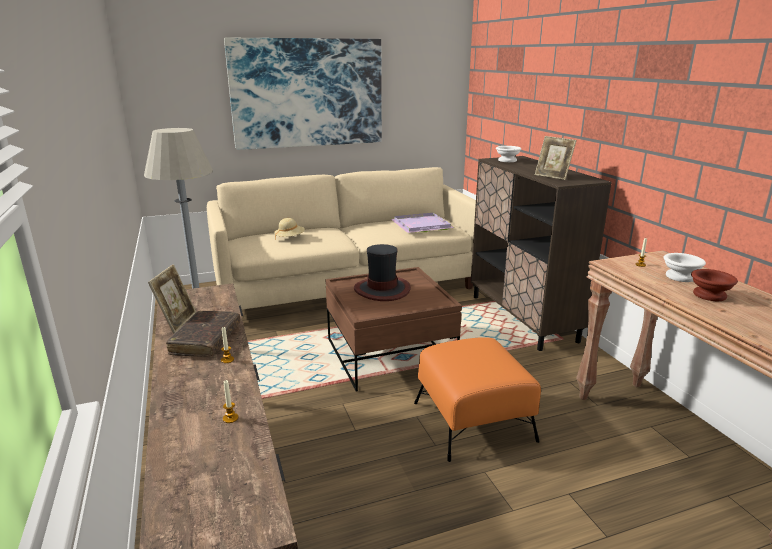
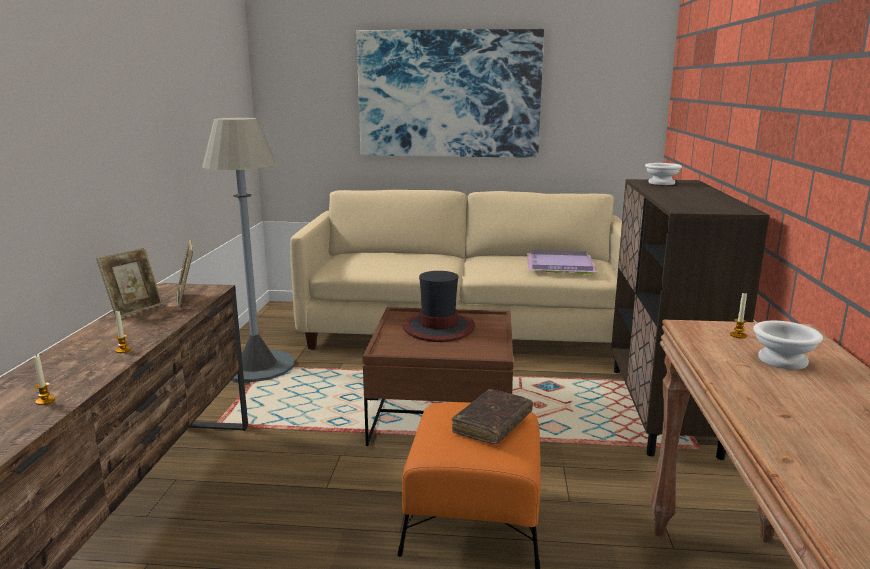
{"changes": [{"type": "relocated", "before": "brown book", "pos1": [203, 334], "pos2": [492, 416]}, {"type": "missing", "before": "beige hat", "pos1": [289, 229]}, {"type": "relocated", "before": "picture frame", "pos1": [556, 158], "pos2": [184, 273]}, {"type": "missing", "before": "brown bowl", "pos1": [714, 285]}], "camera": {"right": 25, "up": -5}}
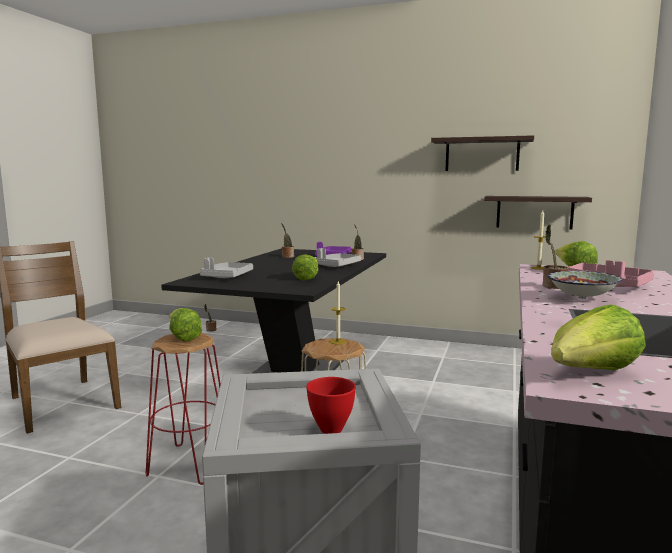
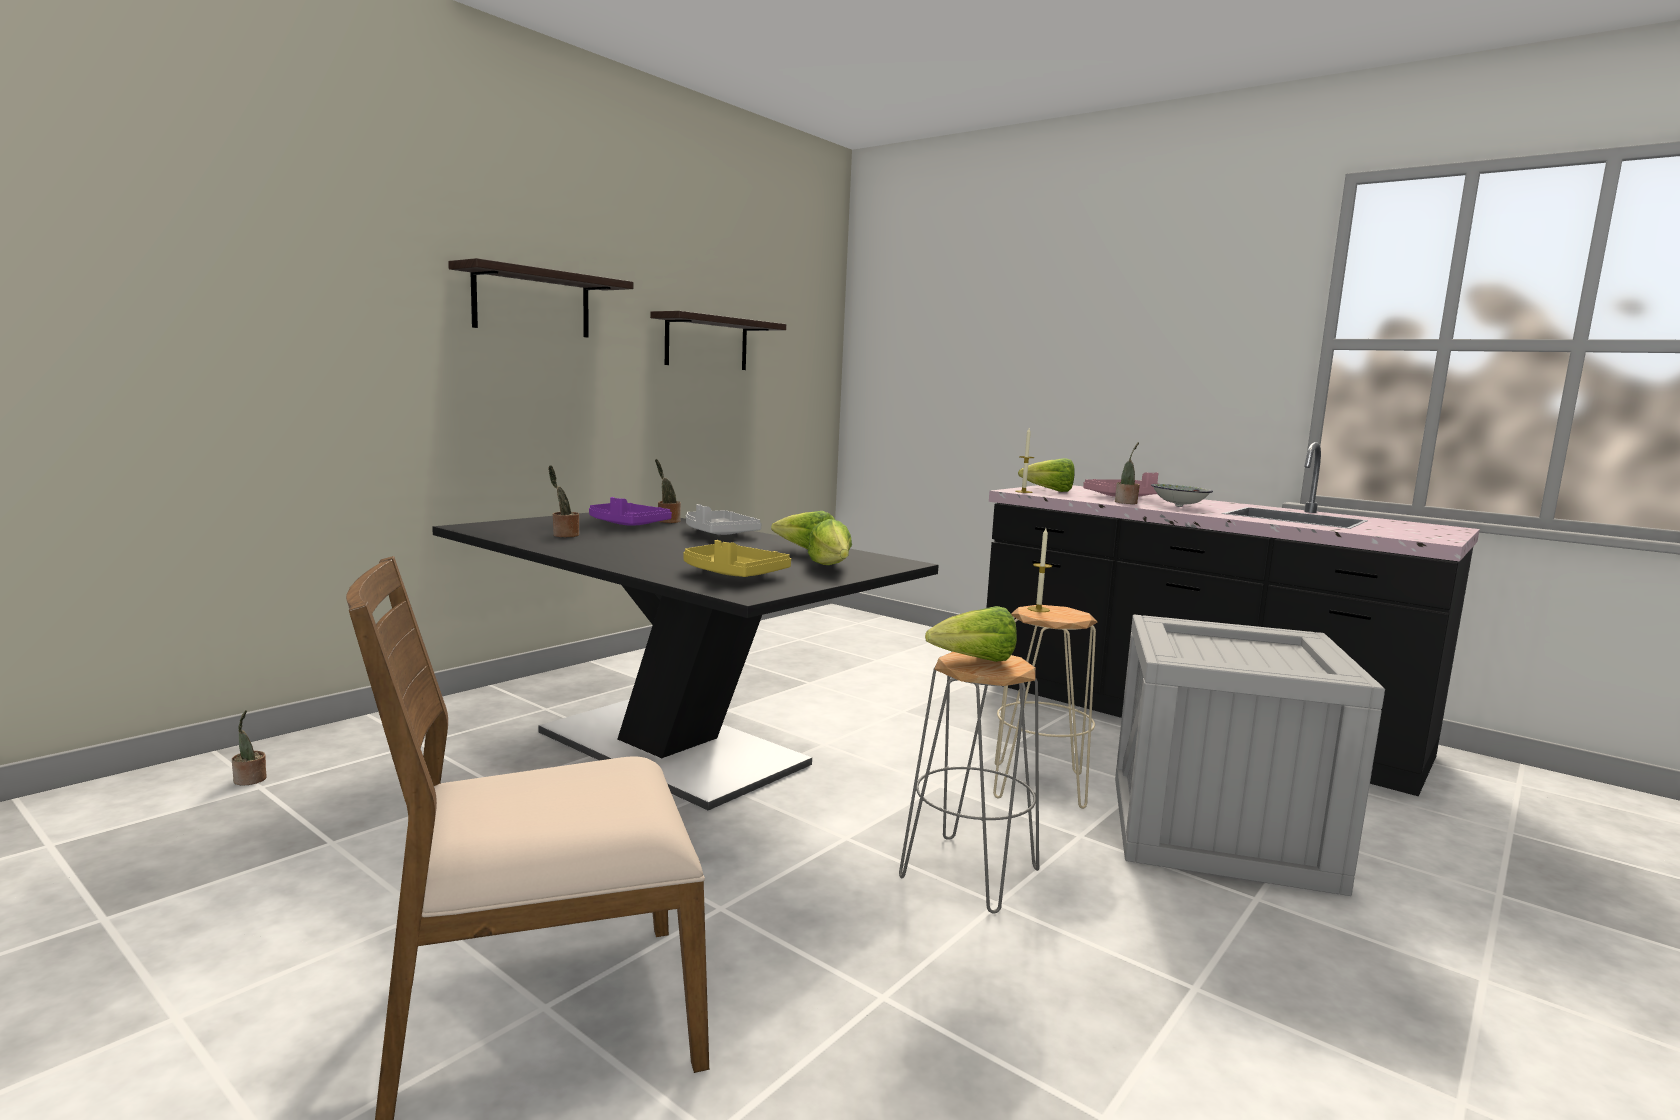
{"changes": [{"type": "colour", "before": "red stool", "after": "grey stool", "pos1": [183, 409], "pos2": [969, 783]}, {"type": "colour", "before": "grey tray", "after": "yellow tray", "pos1": [226, 267], "pos2": [737, 558]}, {"type": "missing", "before": "red bowl", "pos1": [331, 405]}, {"type": "relocated", "before": "shelf", "pos1": [538, 212], "pos2": [540, 298]}, {"type": "relocated", "before": "lettuce", "pos1": [598, 337], "pos2": [830, 542]}], "camera": {"right": -70, "up": 0}}
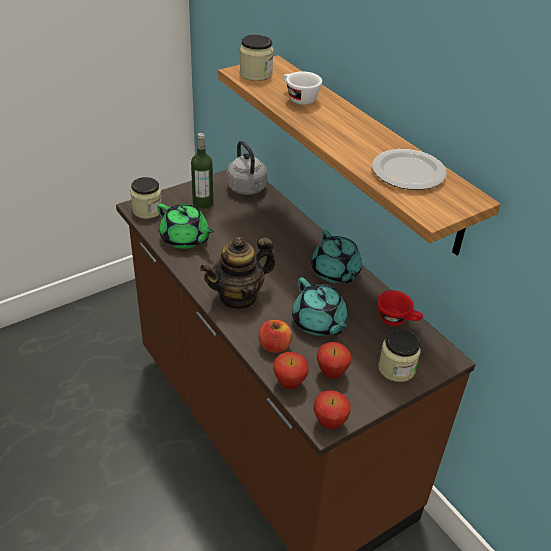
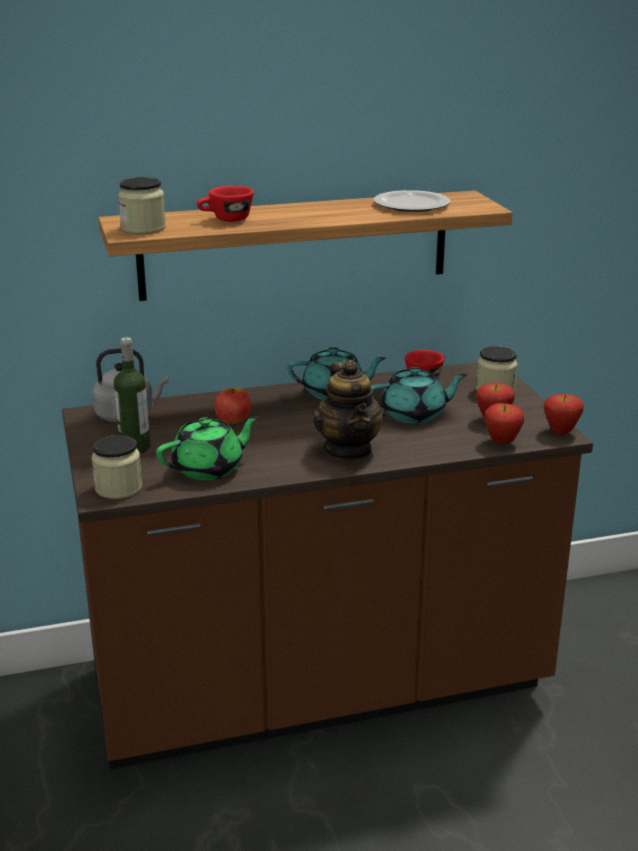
{"changes": [{"type": "relocated", "before": "apple", "pos1": [275, 336], "pos2": [233, 405]}, {"type": "colour", "before": "white cup", "after": "red cup", "pos1": [302, 88], "pos2": [225, 204]}], "camera": {"right": -70, "up": -15}}
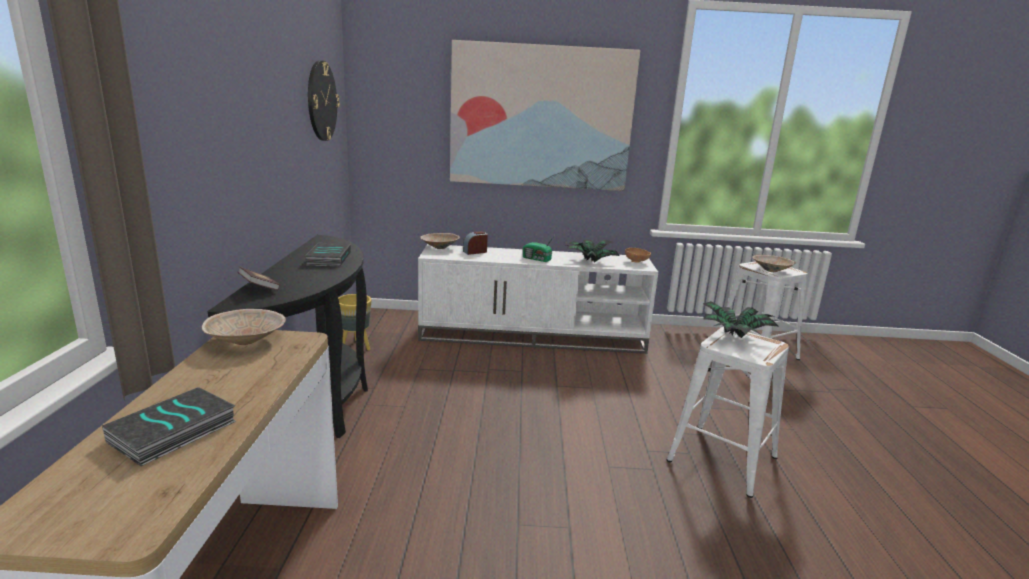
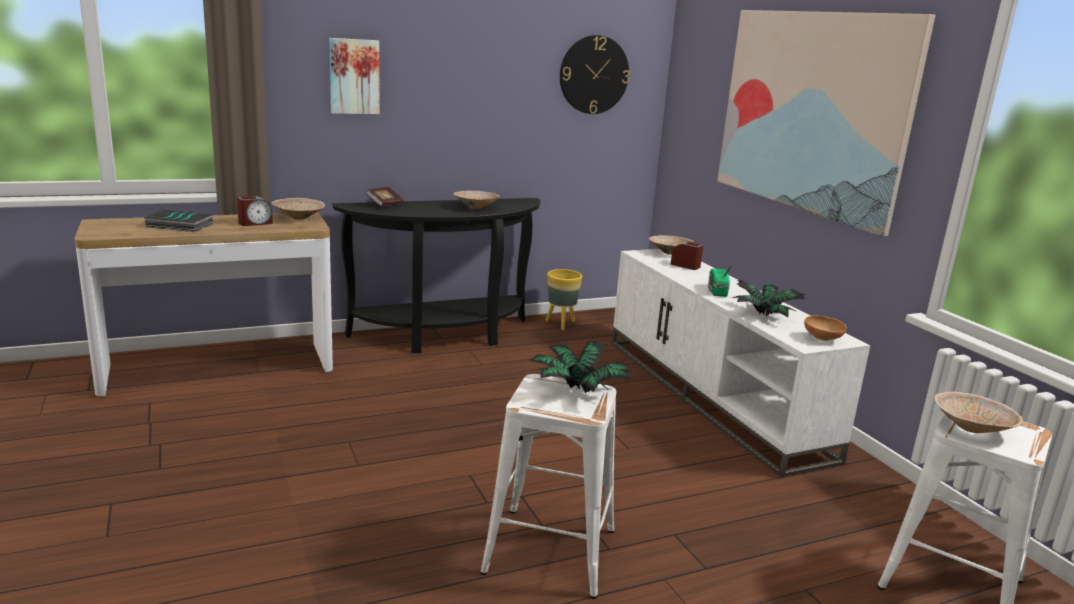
{"changes": [{"type": "exchanged", "before": "book", "after": "beige bowl", "pos1": [328, 255], "pos2": [476, 200]}, {"type": "appeared", "after": "alarm clock", "pos2": [255, 210]}, {"type": "appeared", "after": "picture", "pos2": [354, 76]}], "camera": {"right": 65, "up": 0}}
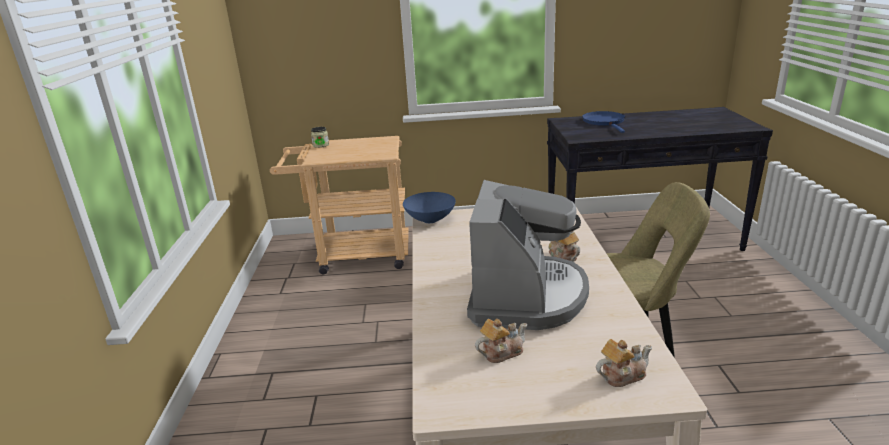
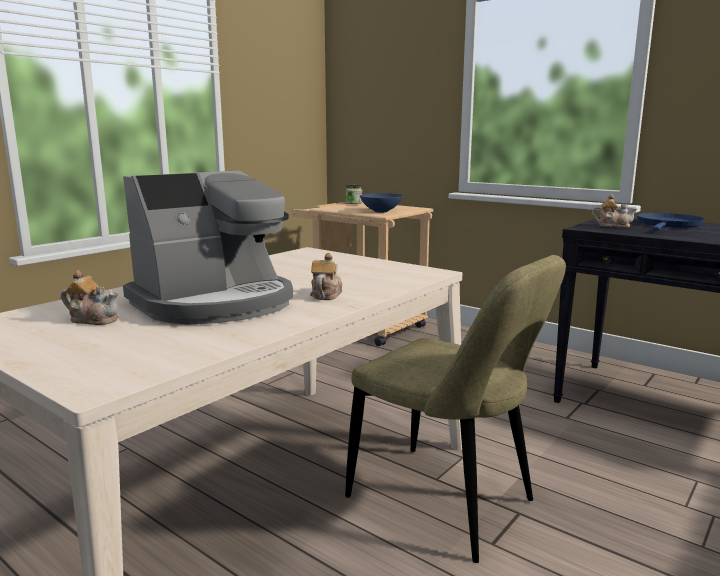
{"changes": [{"type": "relocated", "before": "blue bowl", "pos1": [429, 207], "pos2": [381, 203]}, {"type": "relocated", "before": "teapot", "pos1": [624, 363], "pos2": [614, 211]}], "camera": {"right": 40, "up": -10}}
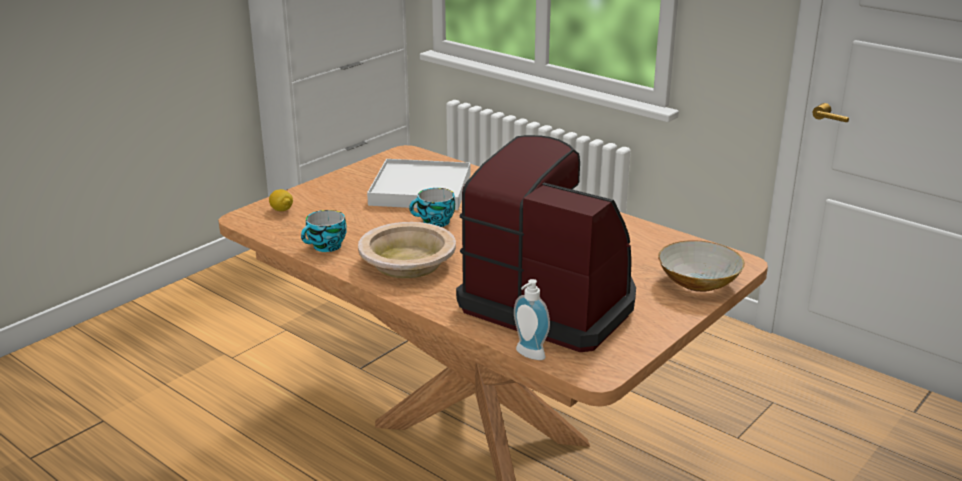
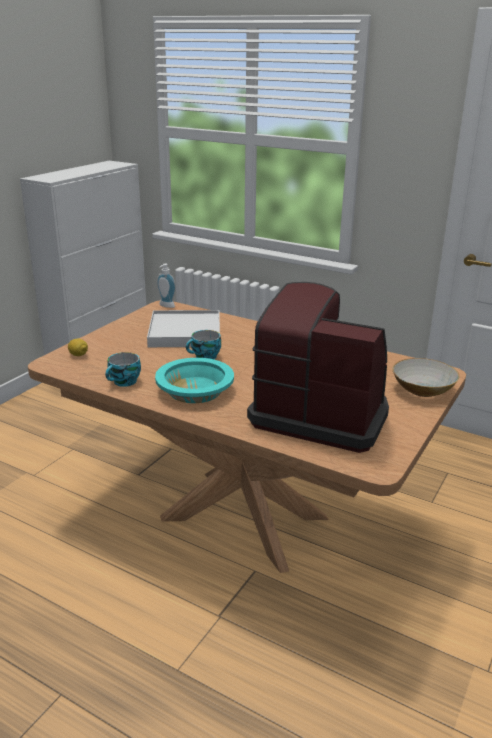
{"changes": [{"type": "colour", "before": "beige bowl", "after": "turquoise bowl", "pos1": [407, 250], "pos2": [194, 380]}, {"type": "relocated", "before": "soap dispenser", "pos1": [532, 319], "pos2": [166, 286]}], "camera": {"right": -10, "up": 0}}
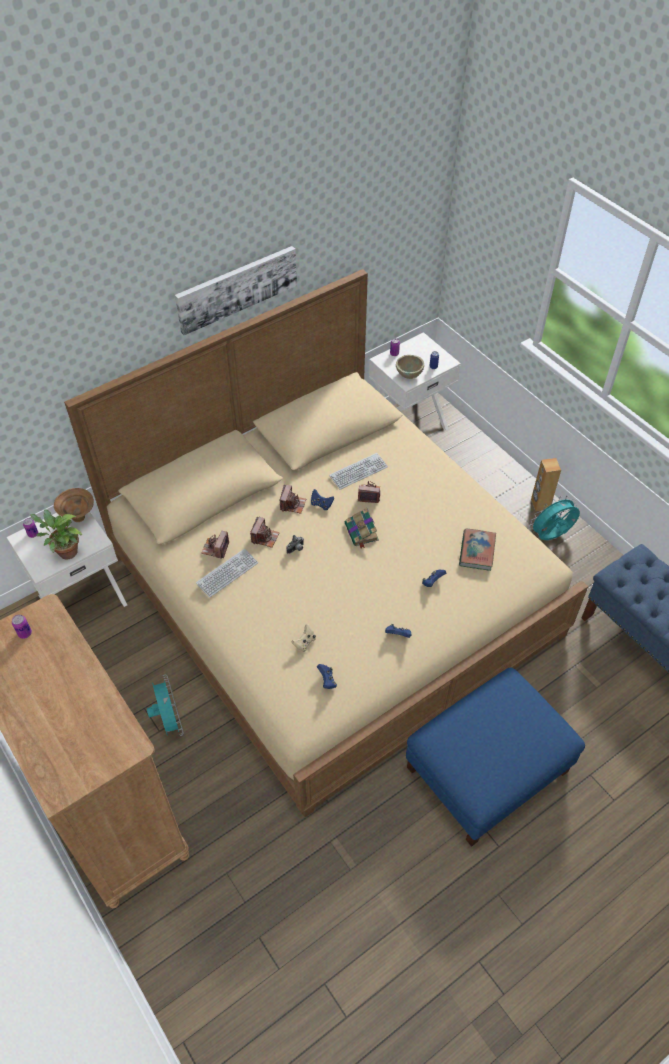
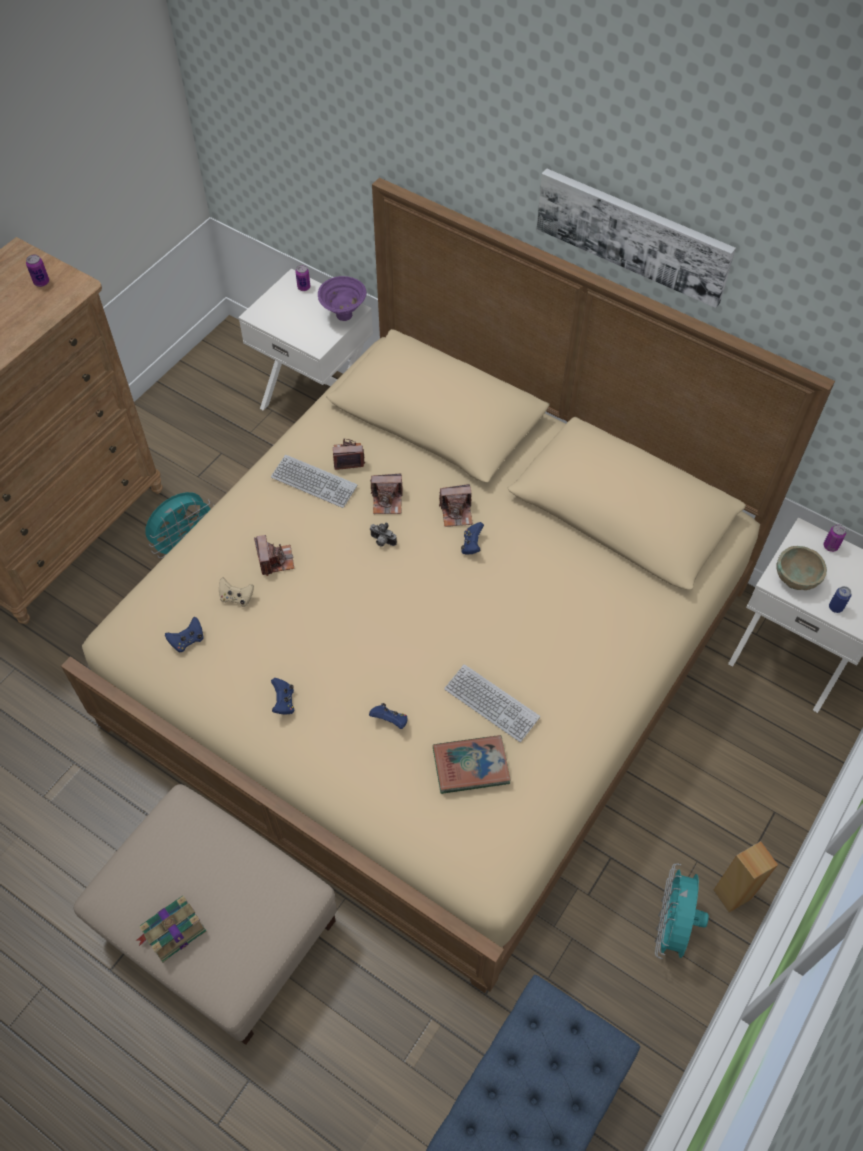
{"changes": [{"type": "missing", "before": "potted plant", "pos1": [56, 534]}, {"type": "colour", "before": "brown bowl", "after": "purple bowl", "pos1": [74, 505], "pos2": [342, 298]}, {"type": "relocated", "before": "keyboard", "pos1": [358, 471], "pos2": [492, 703]}, {"type": "relocated", "before": "book", "pos1": [362, 528], "pos2": [170, 929]}, {"type": "relocated", "before": "photo camera", "pos1": [369, 492], "pos2": [274, 555]}, {"type": "colour", "before": "blue ottoman", "after": "beige ottoman", "pos1": [495, 757], "pos2": [205, 914]}, {"type": "spun", "before": "turquoise fan", "pos1": [554, 518], "pos2": [682, 911], "turn": -120}], "camera": {"right": 70, "up": 5}}
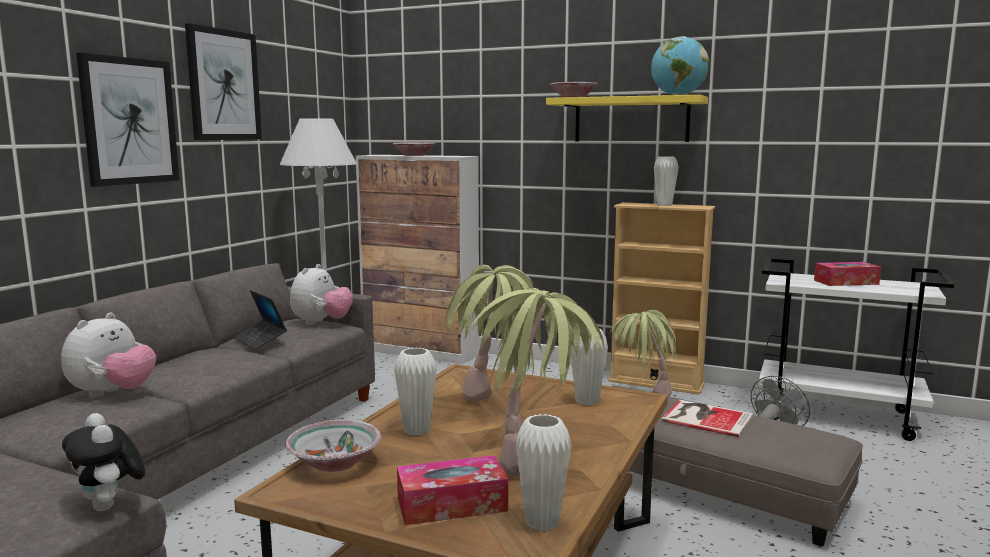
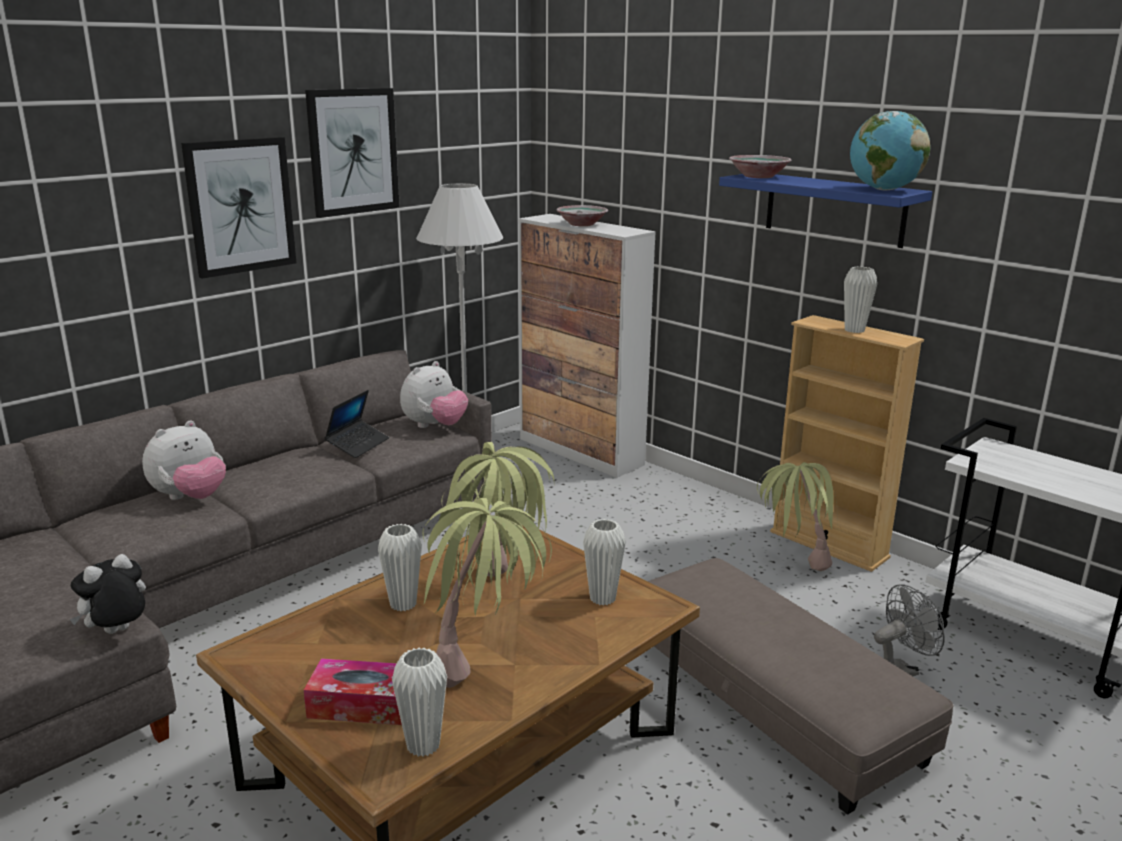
{"changes": [{"type": "spun", "before": "plush toy", "pos1": [103, 462], "pos2": [107, 594], "turn": 60}, {"type": "spun", "before": "laptop", "pos1": [260, 320], "pos2": [357, 424], "turn": -135}, {"type": "missing", "before": "bowl", "pos1": [333, 446]}, {"type": "colour", "before": "yellow shelf", "after": "blue shelf", "pos1": [627, 118], "pos2": [825, 211]}, {"type": "missing", "before": "book", "pos1": [707, 418]}, {"type": "missing", "before": "tissue box", "pos1": [847, 274]}], "camera": {"right": 20, "up": 10}}
